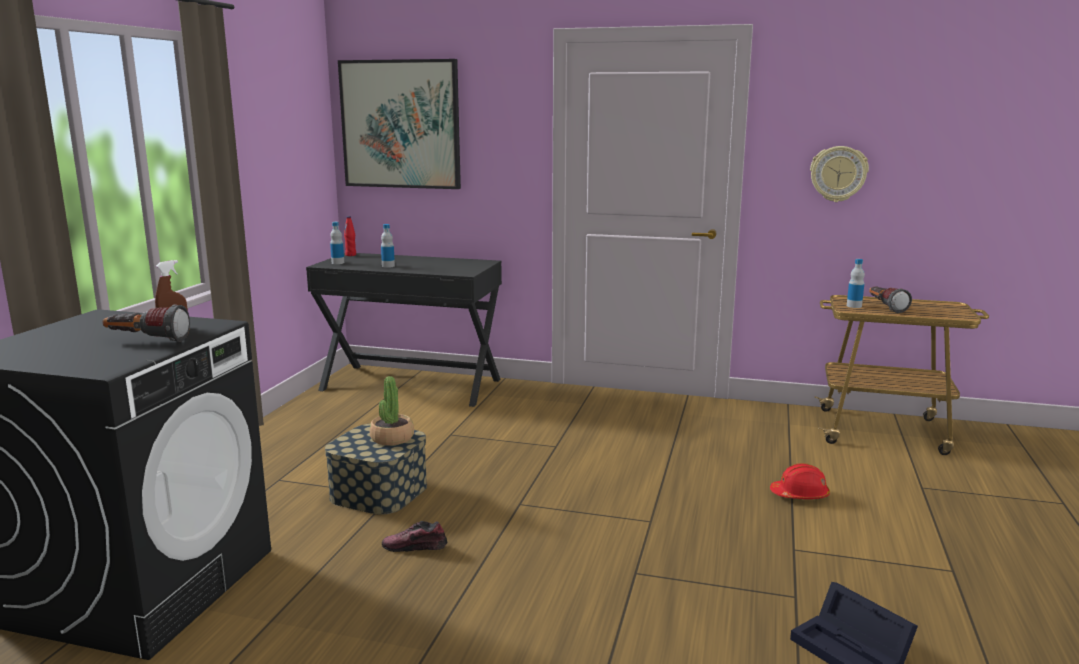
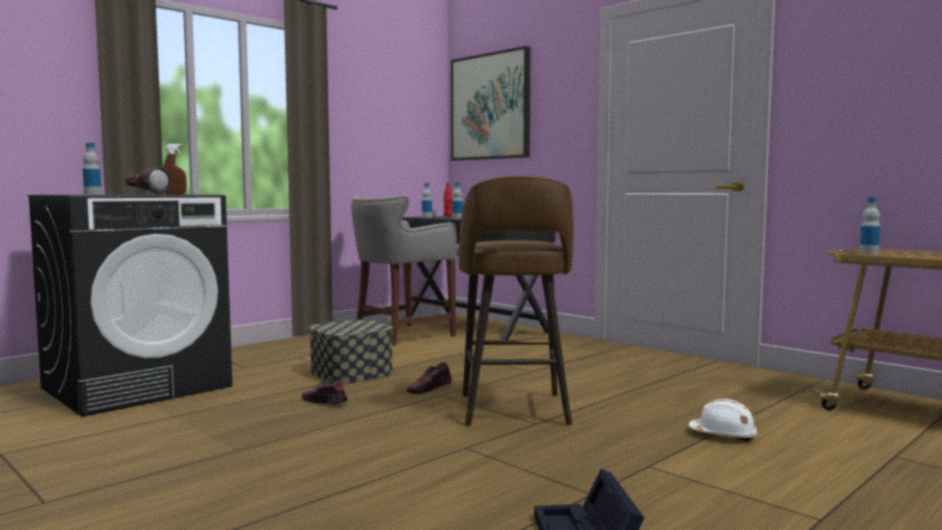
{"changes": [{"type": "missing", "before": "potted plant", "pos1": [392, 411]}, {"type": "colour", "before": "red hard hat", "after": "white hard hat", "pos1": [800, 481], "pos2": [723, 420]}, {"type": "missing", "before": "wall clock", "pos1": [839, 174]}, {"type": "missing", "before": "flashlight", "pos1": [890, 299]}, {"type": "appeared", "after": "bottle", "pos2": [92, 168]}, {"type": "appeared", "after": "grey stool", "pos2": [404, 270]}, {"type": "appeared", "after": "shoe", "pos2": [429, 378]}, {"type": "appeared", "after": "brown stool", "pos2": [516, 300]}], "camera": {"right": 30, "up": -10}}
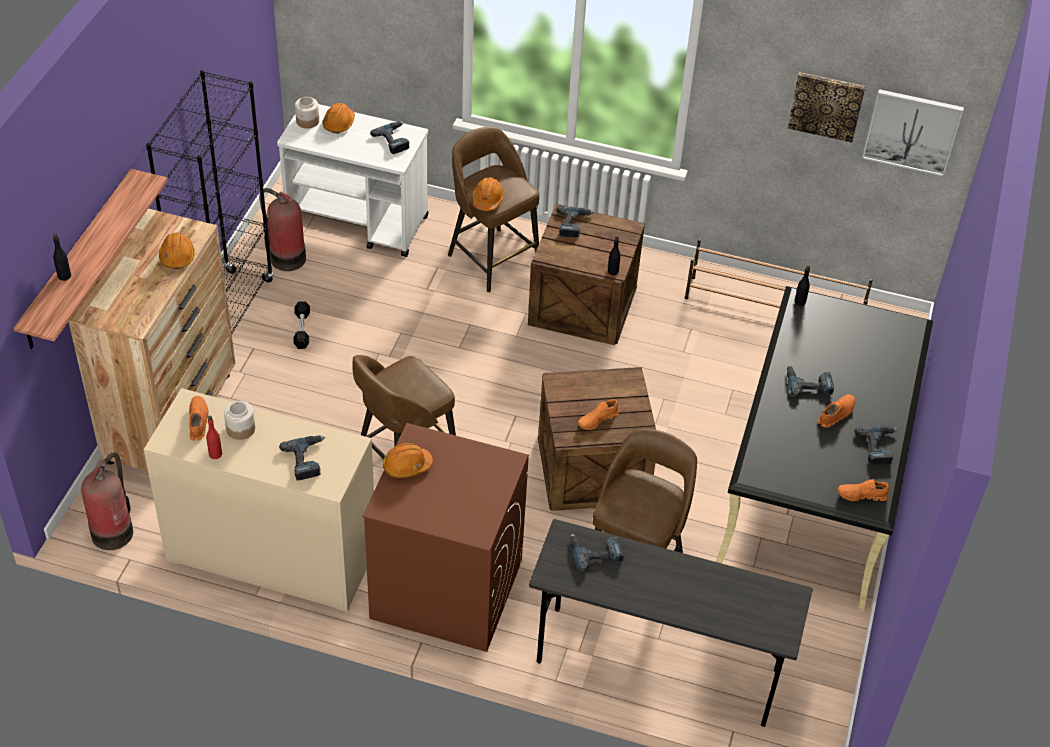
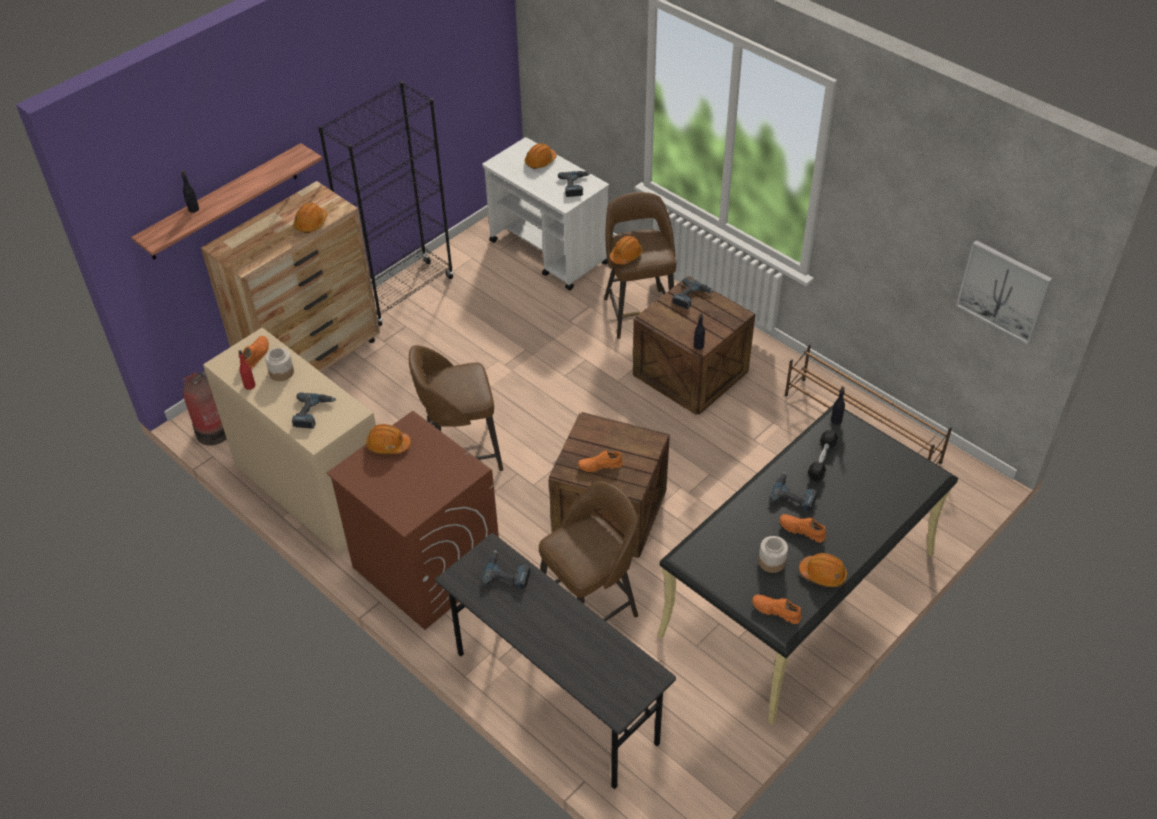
{"changes": [{"type": "missing", "before": "fire extinguisher", "pos1": [282, 229]}, {"type": "relocated", "before": "black dumbbell", "pos1": [301, 325], "pos2": [822, 456]}, {"type": "relocated", "before": "jar", "pos1": [307, 112], "pos2": [773, 554]}, {"type": "missing", "before": "picture", "pos1": [826, 107]}, {"type": "spun", "before": "orange shoe", "pos1": [836, 411], "pos2": [802, 528], "turn": -135}, {"type": "exchanged", "before": "power drill", "after": "orange hard hat", "pos1": [876, 445], "pos2": [823, 570]}], "camera": {"right": 30, "up": 0}}
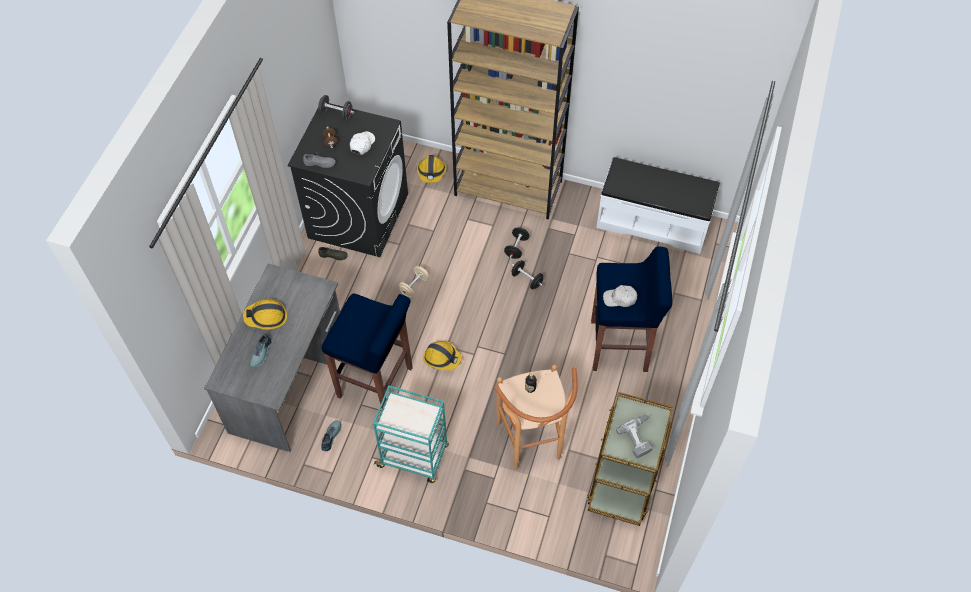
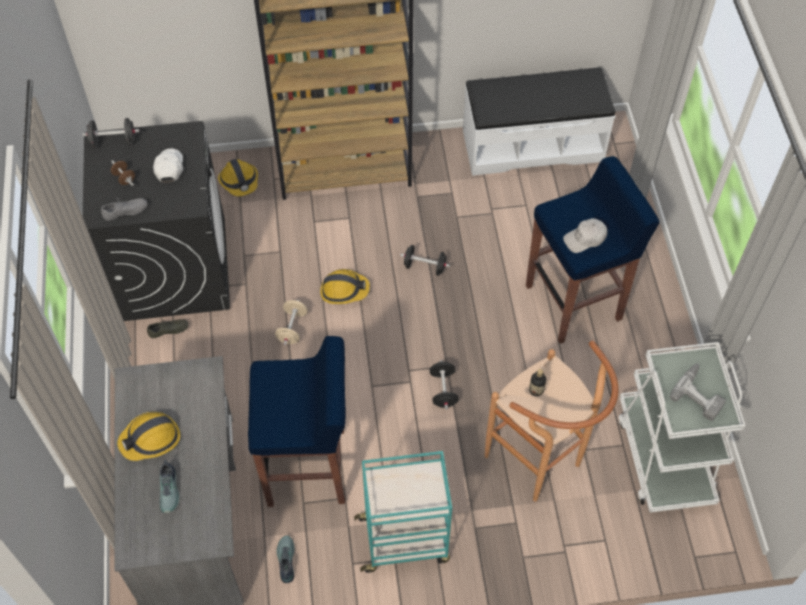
{"changes": [{"type": "relocated", "before": "hard hat", "pos1": [442, 356], "pos2": [345, 286]}, {"type": "relocated", "before": "black dumbbell", "pos1": [517, 243], "pos2": [444, 385]}, {"type": "colour", "before": "brown cart", "after": "white cart", "pos1": [630, 459], "pos2": [682, 427]}], "camera": {"right": -25, "up": 0}}
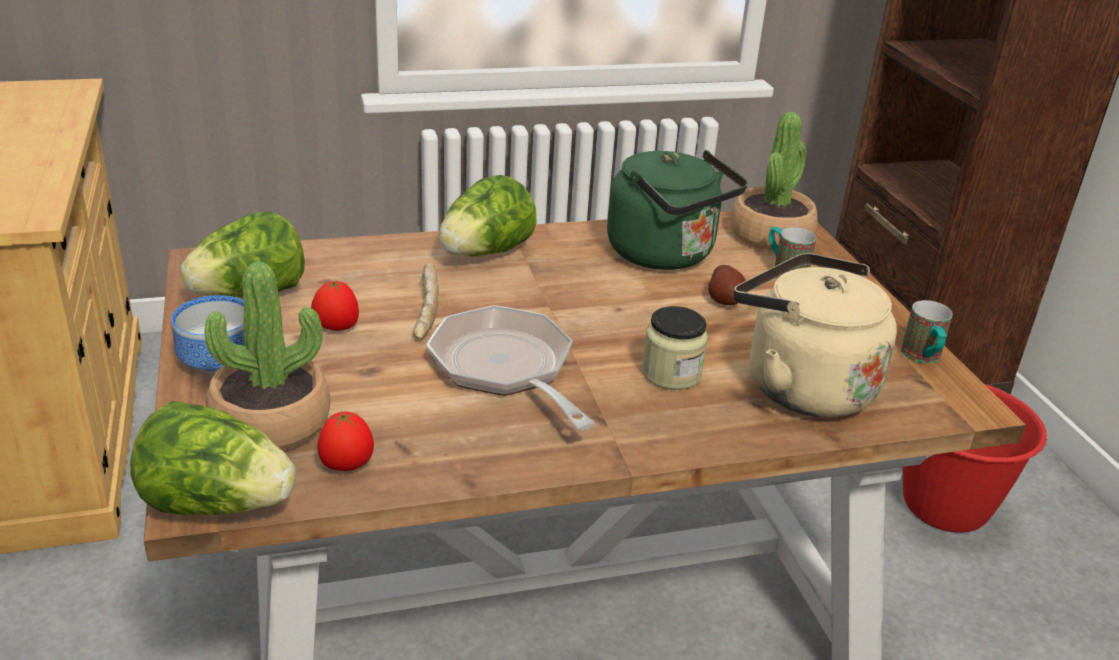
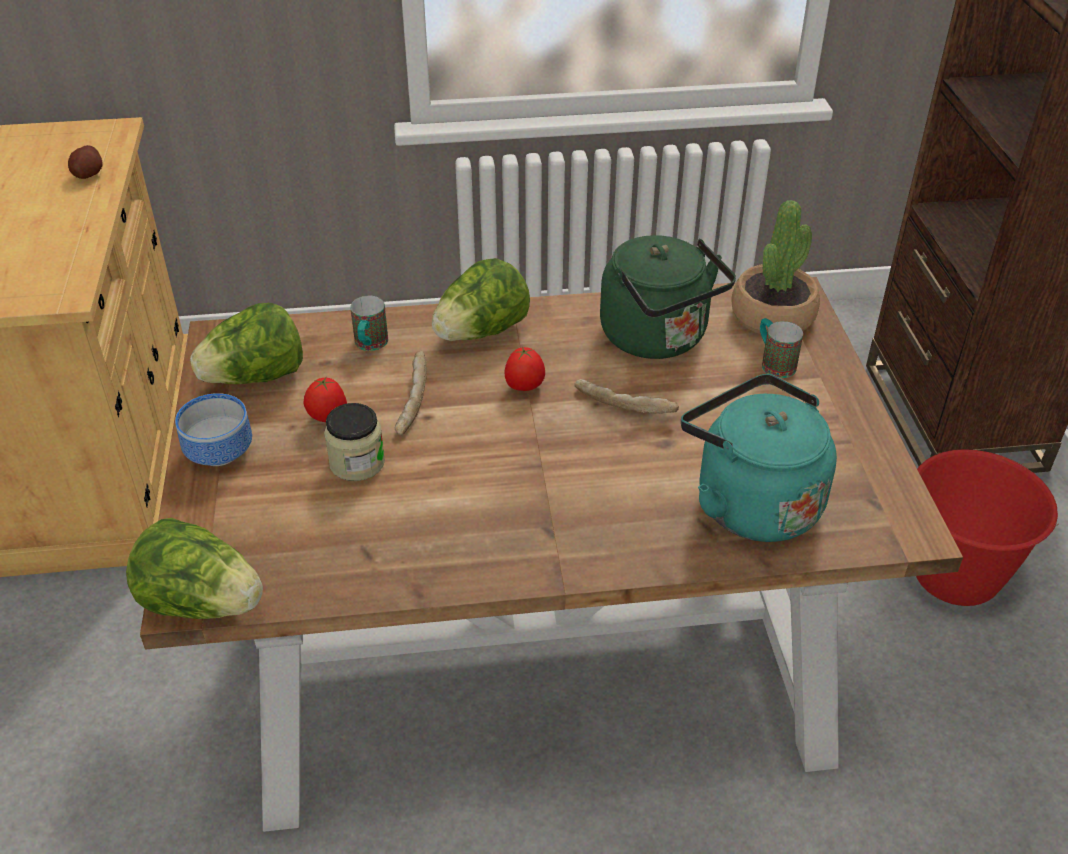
{"changes": [{"type": "missing", "before": "potted plant", "pos1": [268, 356]}, {"type": "relocated", "before": "tomato", "pos1": [345, 440], "pos2": [525, 368]}, {"type": "missing", "before": "frying pan", "pos1": [510, 367]}, {"type": "relocated", "before": "jar", "pos1": [675, 348], "pos2": [354, 442]}, {"type": "relocated", "before": "potato", "pos1": [727, 285], "pos2": [85, 162]}, {"type": "colour", "before": "beige kettle", "after": "turquoise kettle", "pos1": [815, 335], "pos2": [759, 458]}, {"type": "relocated", "before": "mug", "pos1": [927, 332], "pos2": [369, 323]}, {"type": "appeared", "after": "bread", "pos2": [626, 396]}], "camera": {"right": 10, "up": 10}}
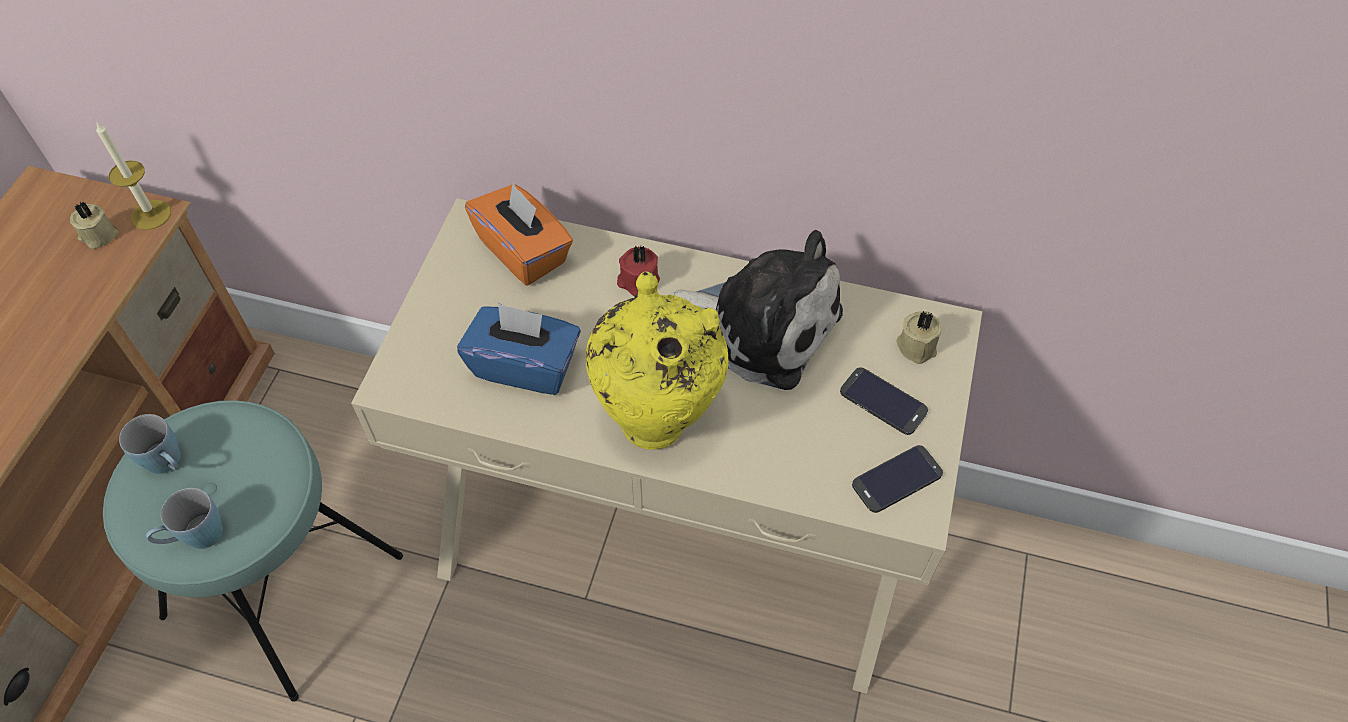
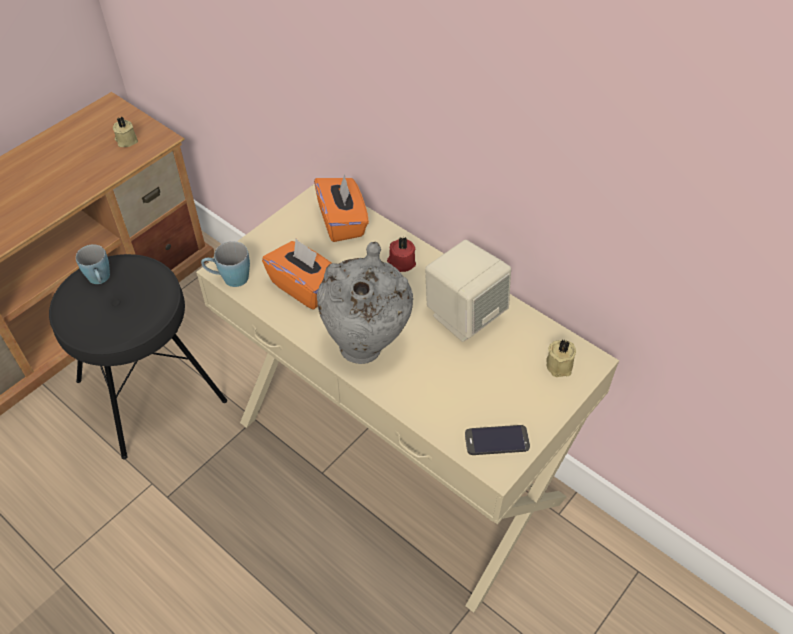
{"changes": [{"type": "missing", "before": "candle", "pos1": [133, 176]}, {"type": "colour", "before": "turquoise stool", "after": "black stool", "pos1": [253, 551], "pos2": [138, 357]}, {"type": "relocated", "before": "blue mug", "pos1": [184, 518], "pos2": [225, 264]}, {"type": "colour", "before": "blue tissue box", "after": "orange tissue box", "pos1": [519, 349], "pos2": [296, 274]}, {"type": "colour", "before": "yellow vase", "after": "grey vase", "pos1": [657, 360], "pos2": [365, 303]}, {"type": "exchanged", "before": "plush toy", "after": "beige speaker", "pos1": [757, 310], "pos2": [468, 291]}, {"type": "missing", "before": "phone", "pos1": [884, 401]}], "camera": {"right": 25, "up": -5}}
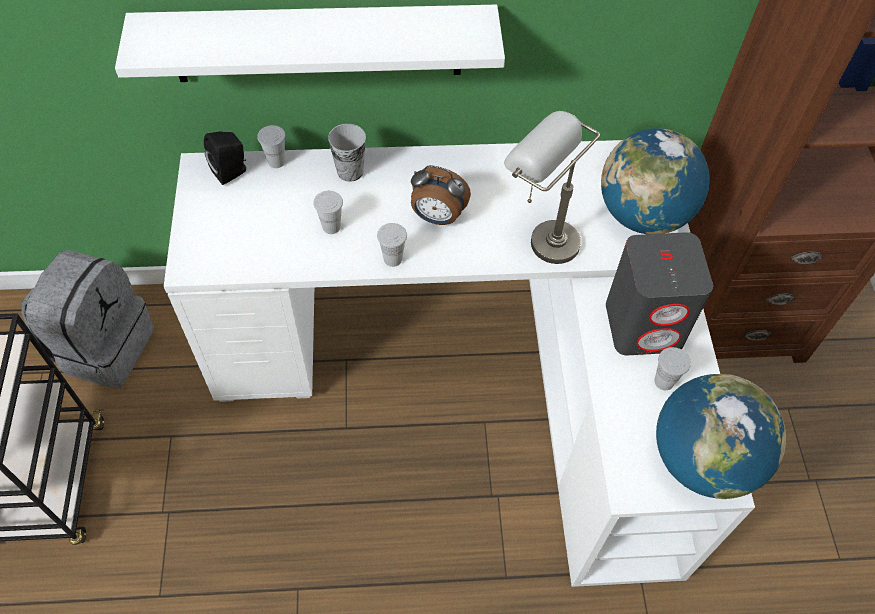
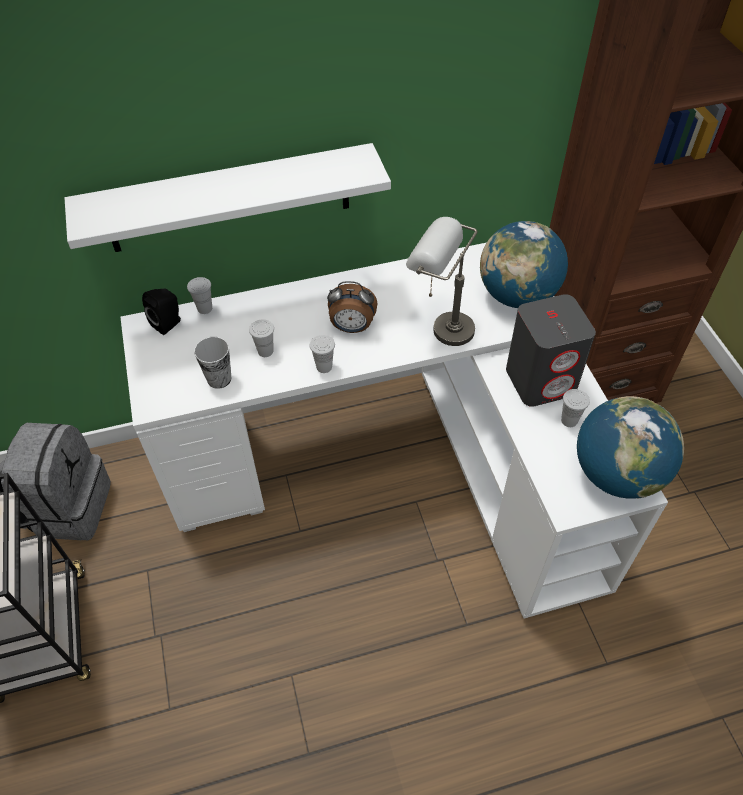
{"changes": [{"type": "relocated", "before": "cup", "pos1": [347, 153], "pos2": [212, 363]}], "camera": {"right": -10, "up": -5}}
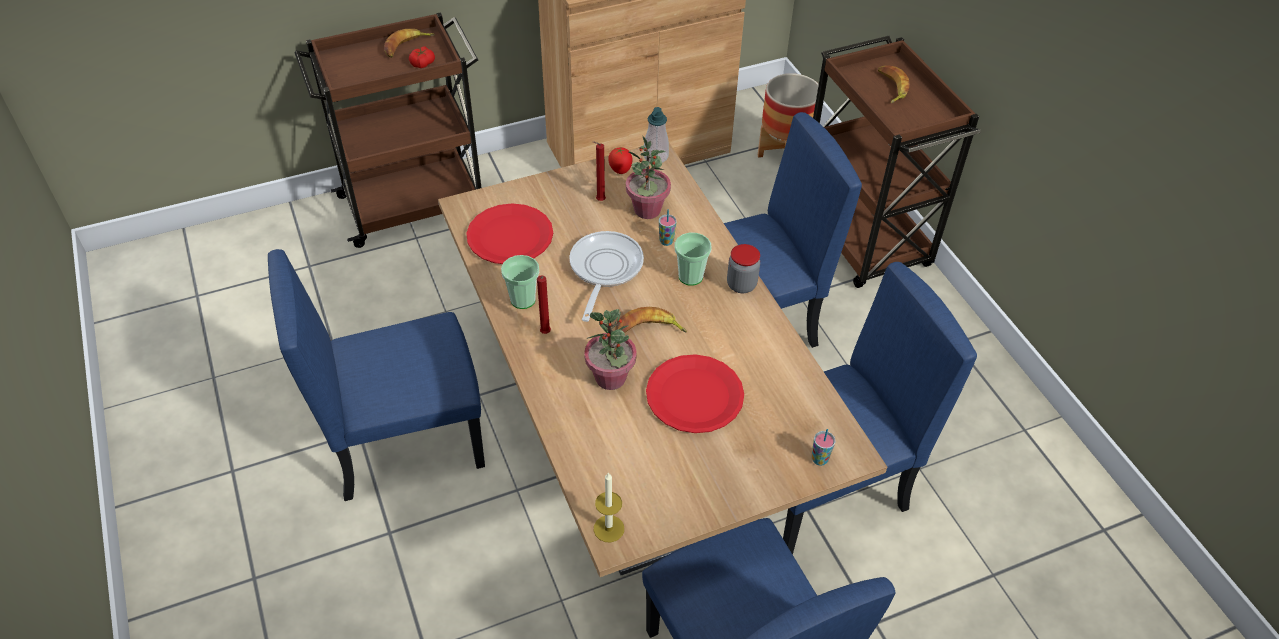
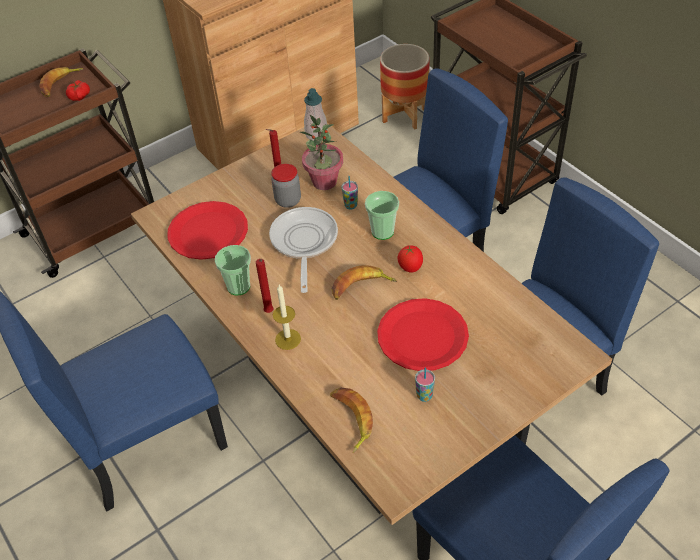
{"changes": [{"type": "missing", "before": "potted plant", "pos1": [610, 349]}, {"type": "relocated", "before": "candle", "pos1": [609, 507], "pos2": [287, 317]}, {"type": "relocated", "before": "tomato", "pos1": [620, 160], "pos2": [410, 259]}, {"type": "relocated", "before": "jar", "pos1": [743, 268], "pos2": [286, 186]}, {"type": "relocated", "before": "cup", "pos1": [823, 447], "pos2": [425, 384]}, {"type": "relocated", "before": "banana", "pos1": [894, 84], "pos2": [351, 420]}], "camera": {"right": -10, "up": 0}}
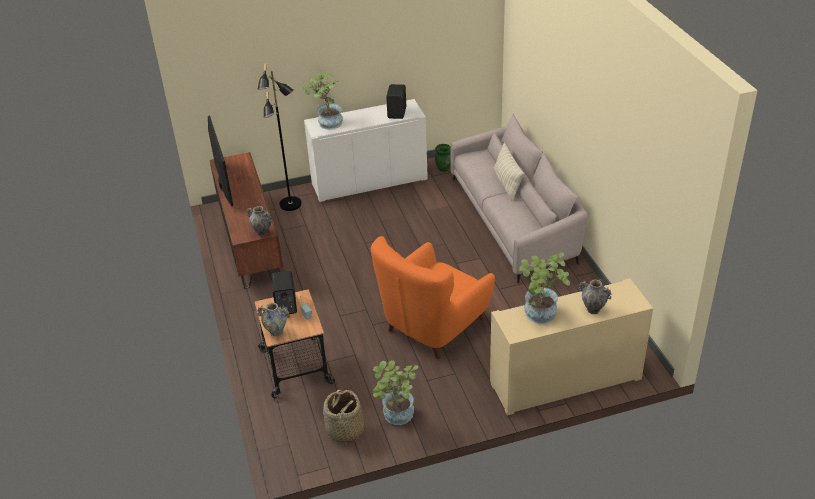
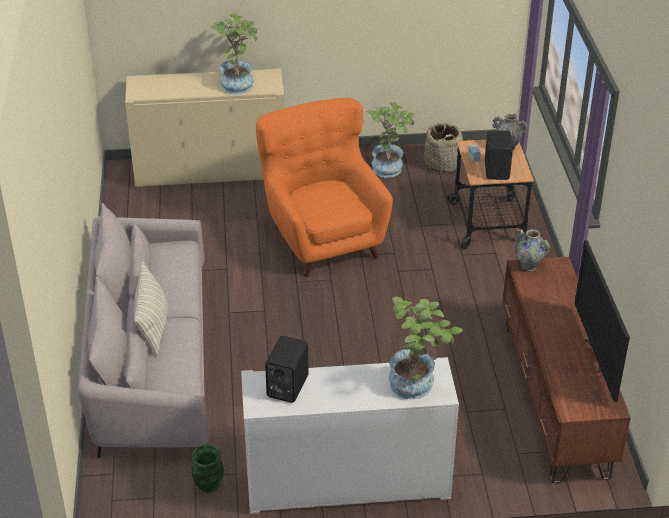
{"changes": [{"type": "missing", "before": "black floor lamp", "pos1": [280, 137]}, {"type": "spun", "before": "orange armchair", "pos1": [433, 297], "pos2": [324, 187], "turn": -75}, {"type": "missing", "before": "vase", "pos1": [595, 296]}], "camera": {"right": -170, "up": 0}}
